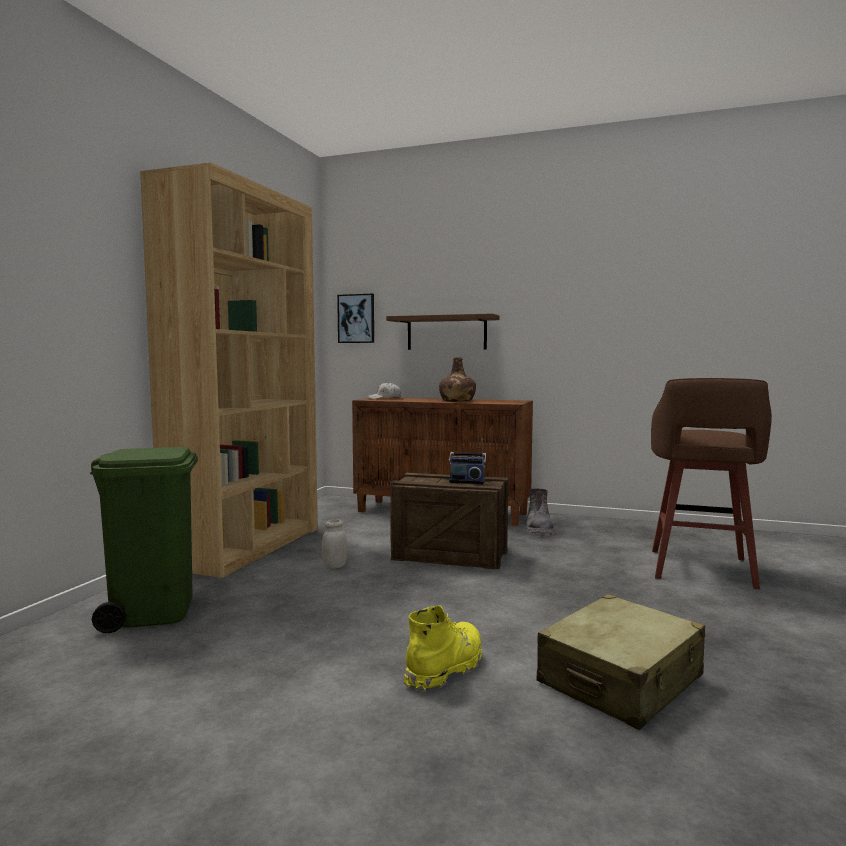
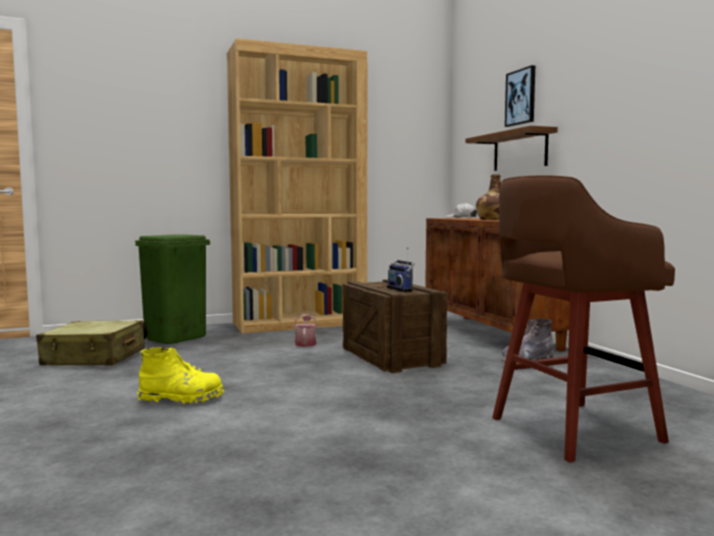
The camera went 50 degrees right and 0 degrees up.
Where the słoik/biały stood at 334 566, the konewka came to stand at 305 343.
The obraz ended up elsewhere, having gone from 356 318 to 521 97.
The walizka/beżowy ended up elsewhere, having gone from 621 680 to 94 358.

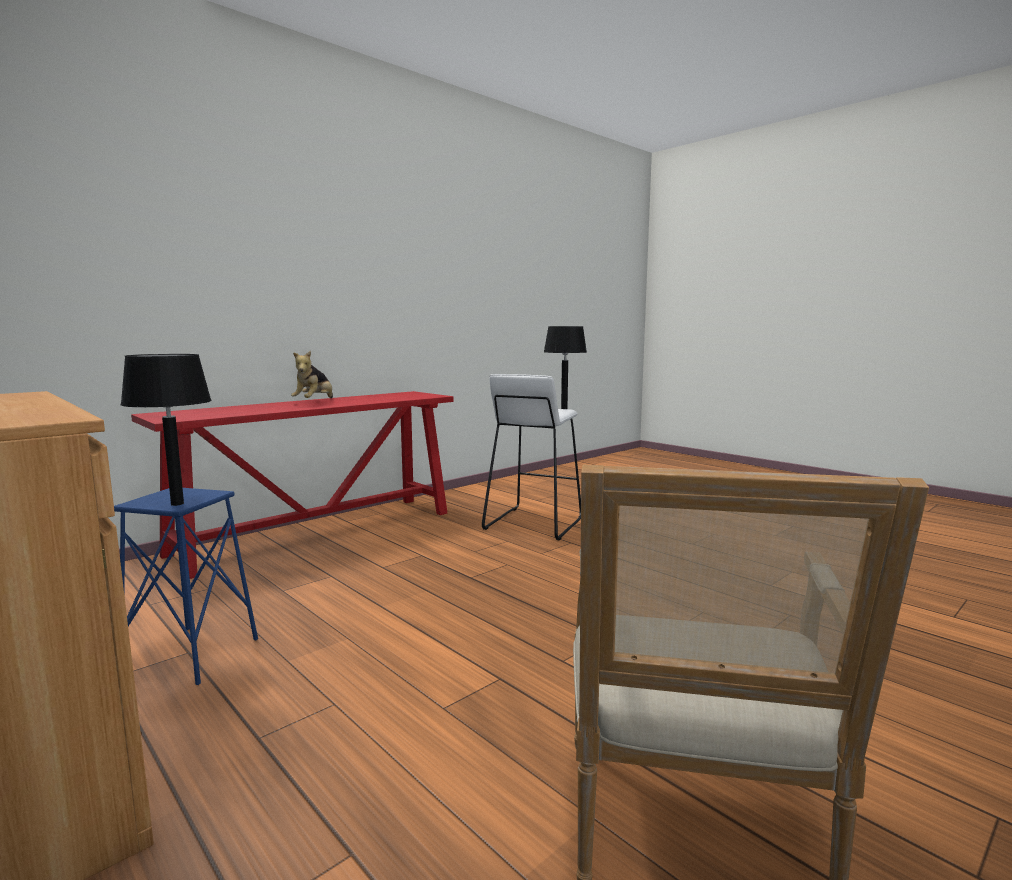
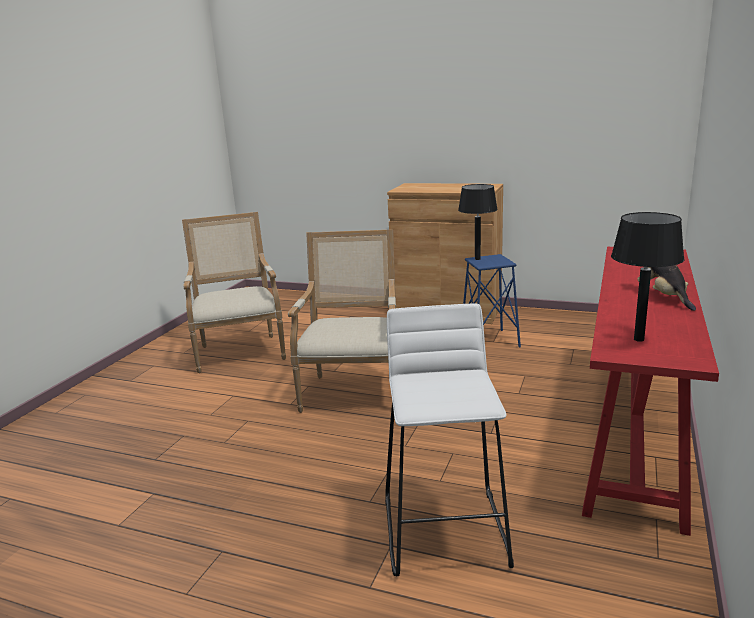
The camera went 155 degrees right and 10 degrees up.
The lampa stołowa/czarny ended up elsewhere, having gone from 564 408 to 639 339.
The second view gained the fotel at 354 391.

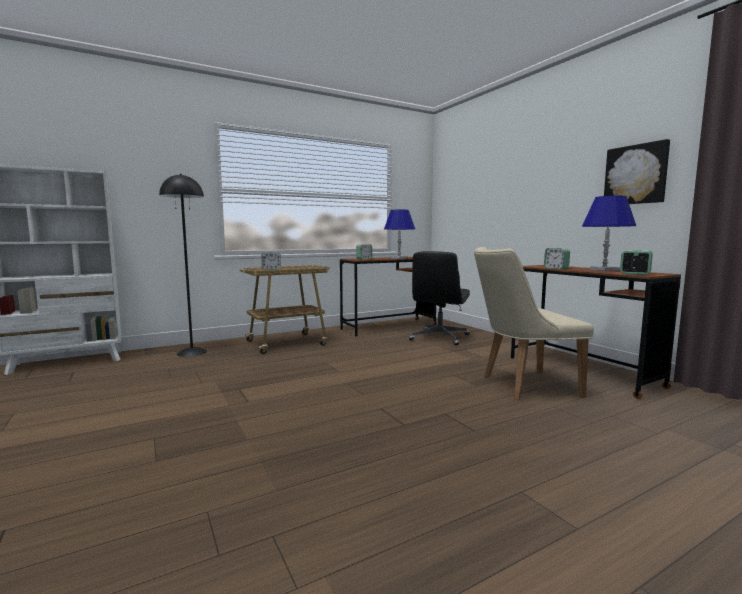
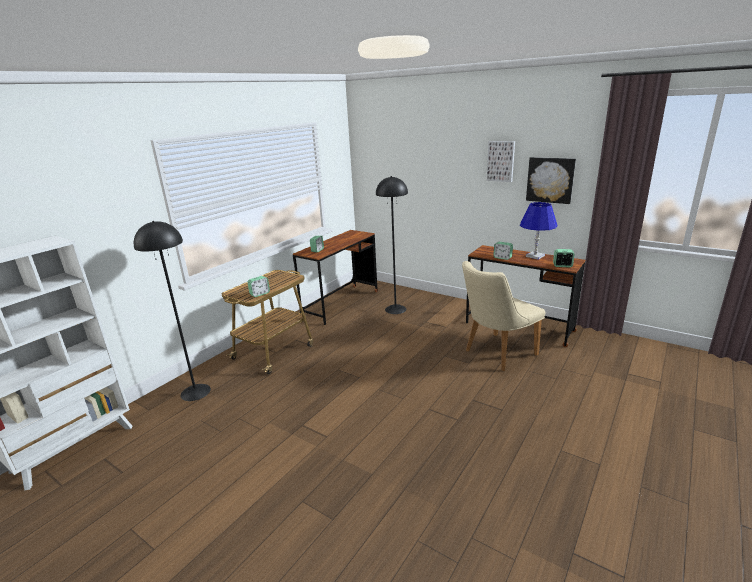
The camera went 25 degrees left and 15 degrees up.
The second view lost the lampa stołowa/niebieski at 399 258.
Where the krzesło biurowe/czarny stood at 439 337, the lampa stojąca/czarny came to stand at 395 309.
The second view gained the obraz at 501 161.

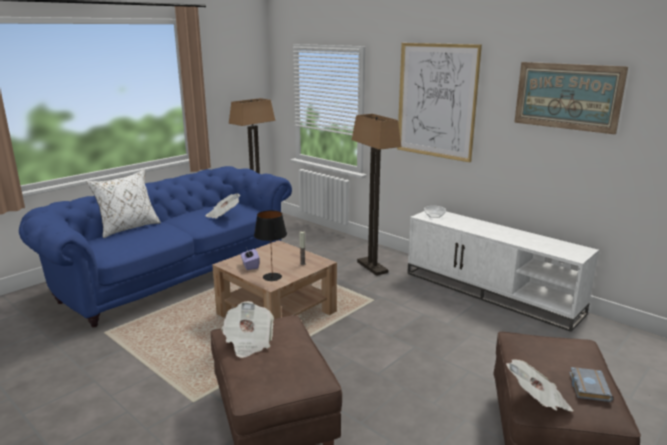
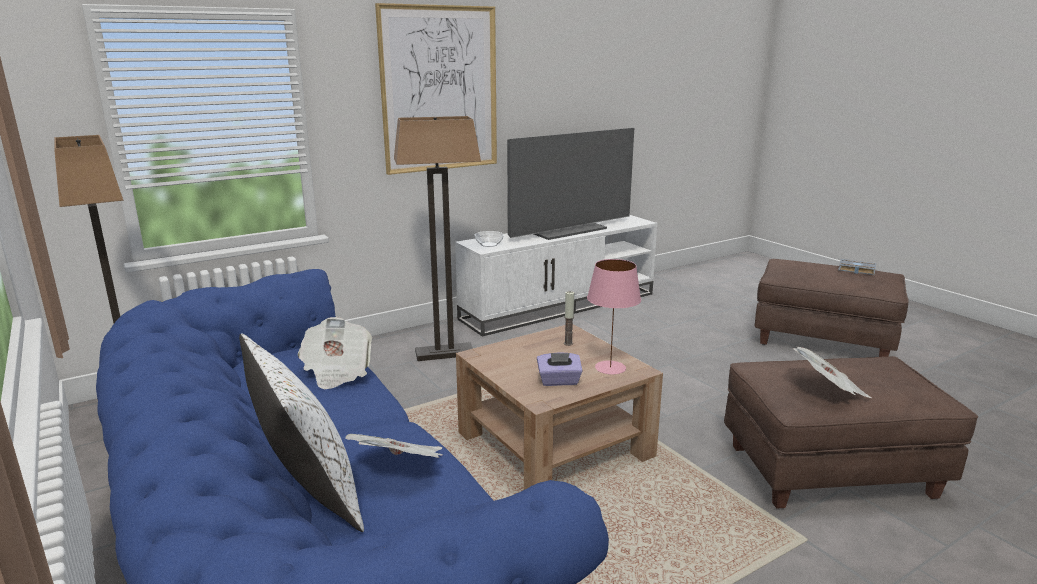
The camera went 75 degrees left and 0 degrees up.
What was the lampa stołowa/czarny at 272 277 turned into the lampa stołowa/różowy at 609 367.
The gazeta ended up elsewhere, having gone from 537 400 to 401 467.
The second view lost the obraz at 567 96.
The second view gained the telewizor at 567 230.

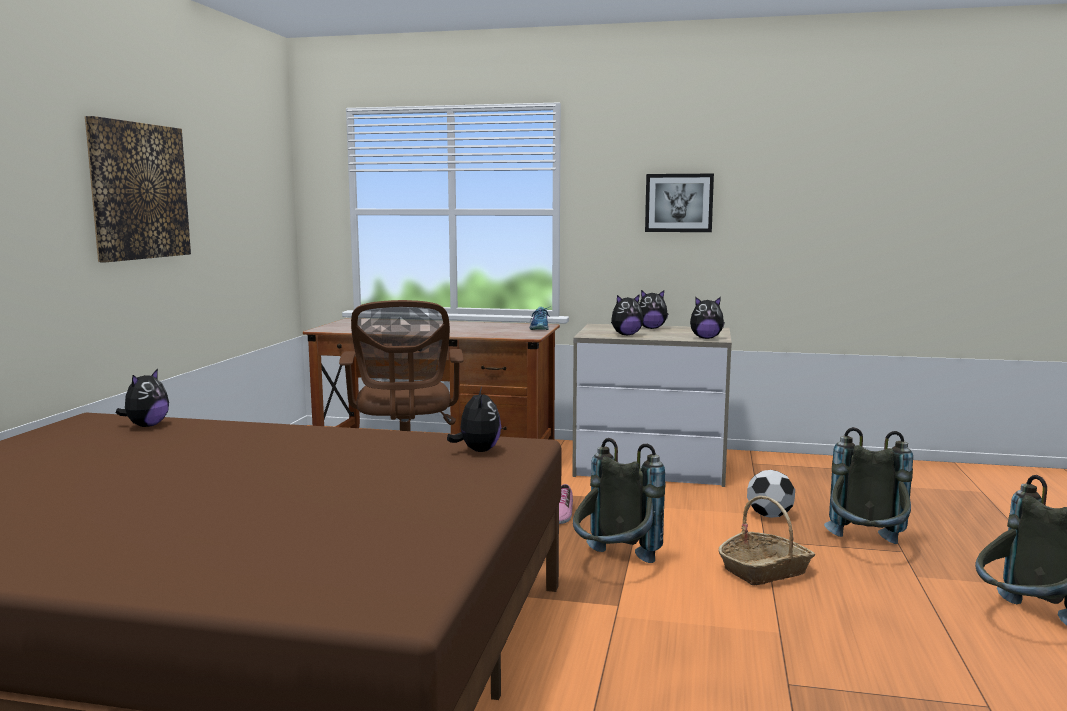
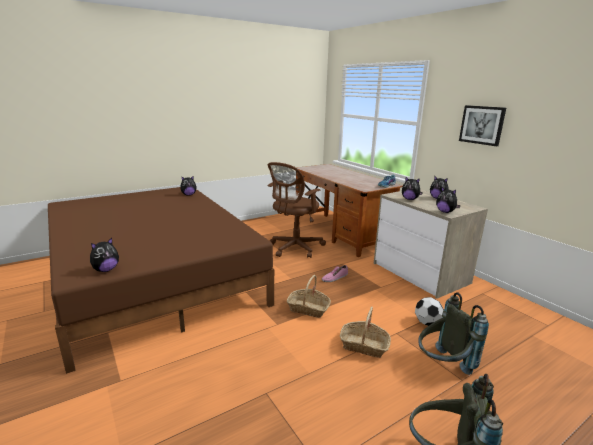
The camera went 45 degrees right and 10 degrees up.
The second view lost the obraz at 138 191.
The pluszak ended up elsewhere, having gone from 477 451 to 106 270.
Where the plecak/szary stood at 614 565, the koszyk came to stand at 308 308.

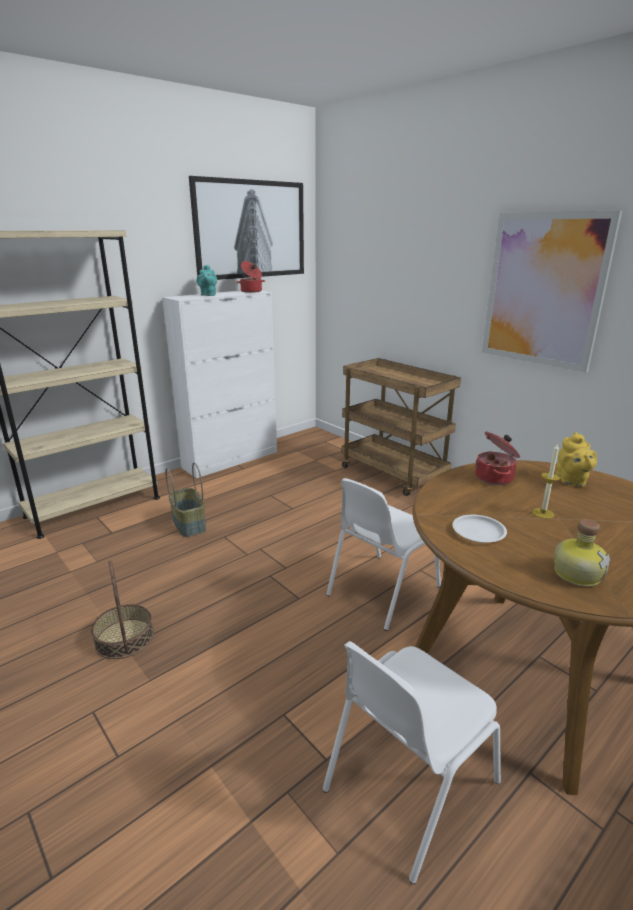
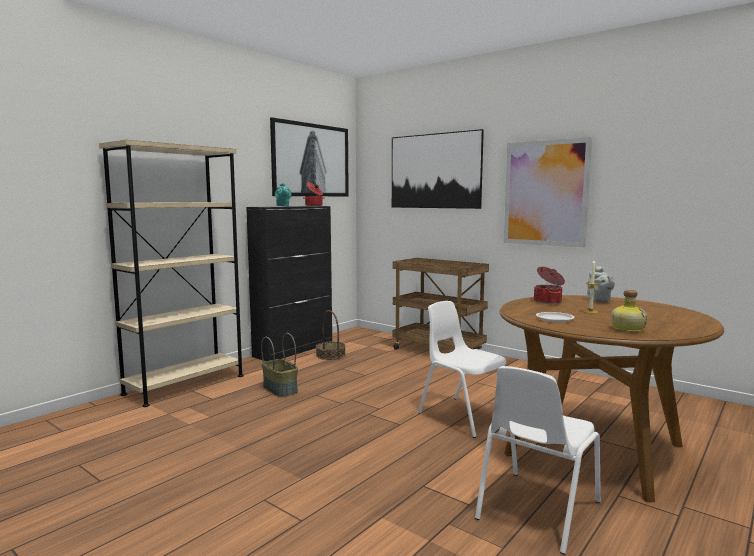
The camera went 10 degrees left and 15 degrees down.
The koszyk ended up elsewhere, having gone from 124 638 to 330 355.
What was the szafka/biały at 231 459 turned into the szafka/czarny at 294 349.
The krzesło/biały at 381 591 ended up facing another way, 105 degrees clockwise from before.
What was the imbryk/żółty at 571 481 turned into the imbryk/szary at 599 301.
The second view gained the obraz at 434 171.

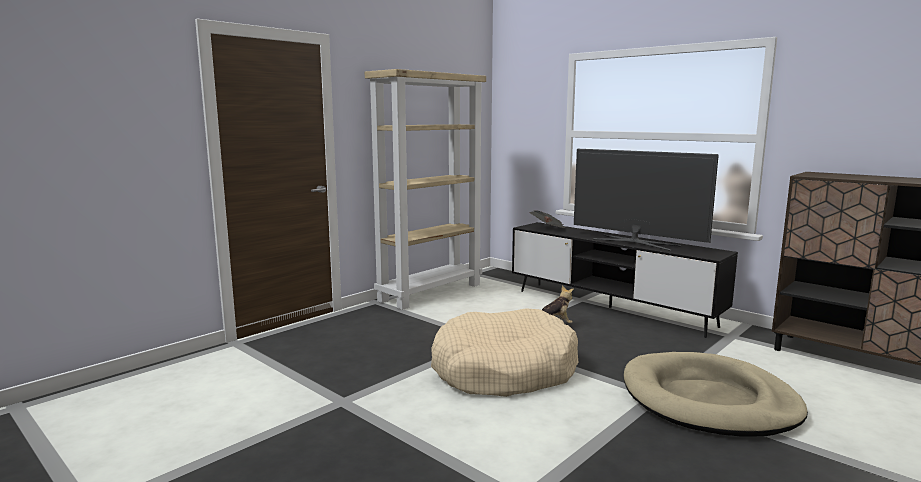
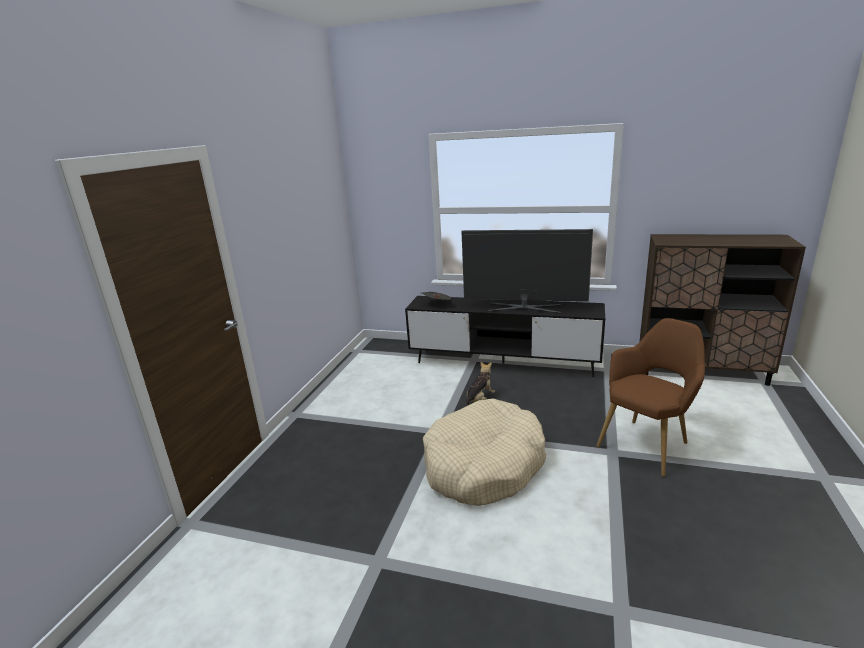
The camera went 25 degrees left and 10 degrees up.
The second view lost the regał/beżowy at 430 292.
Where the legowisko/beżowy stood at 708 400, the fotel/brązowy came to stand at 647 443.

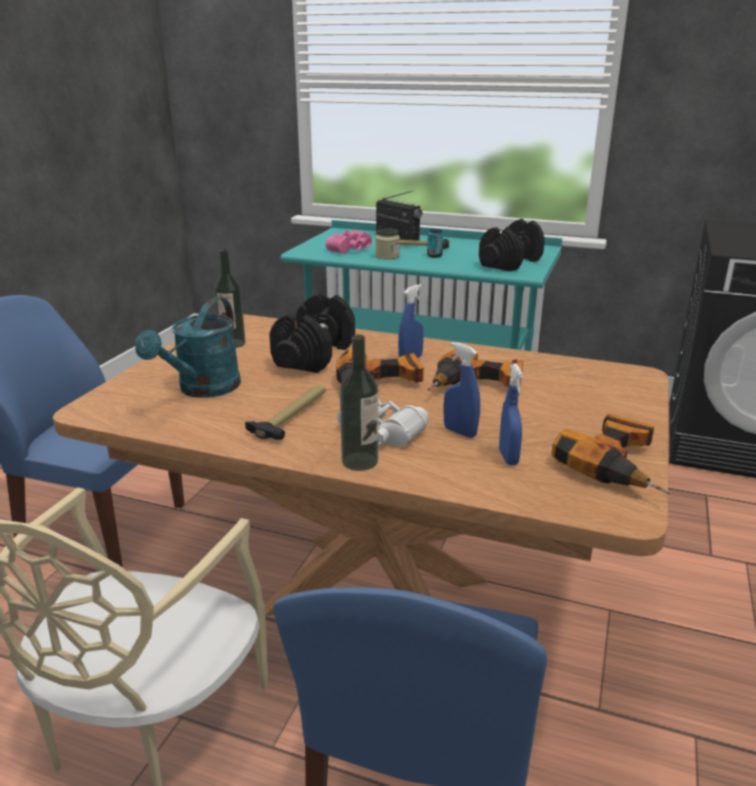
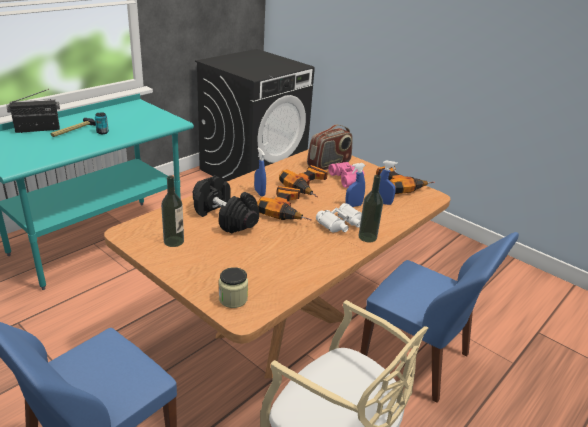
The camera went 70 degrees left and 5 degrees up.
The second view lost the konewka/turkusowy at 203 389.
The second view lost the młotek at 292 417.
The lornetka/różowy ended up elsewhere, having gone from 352 250 to 347 179.
The słoik ended up elsewhere, having gone from 387 256 to 233 299.
The second view lost the hantel/czarny at 511 263.
The second view gained the radio at 329 164.

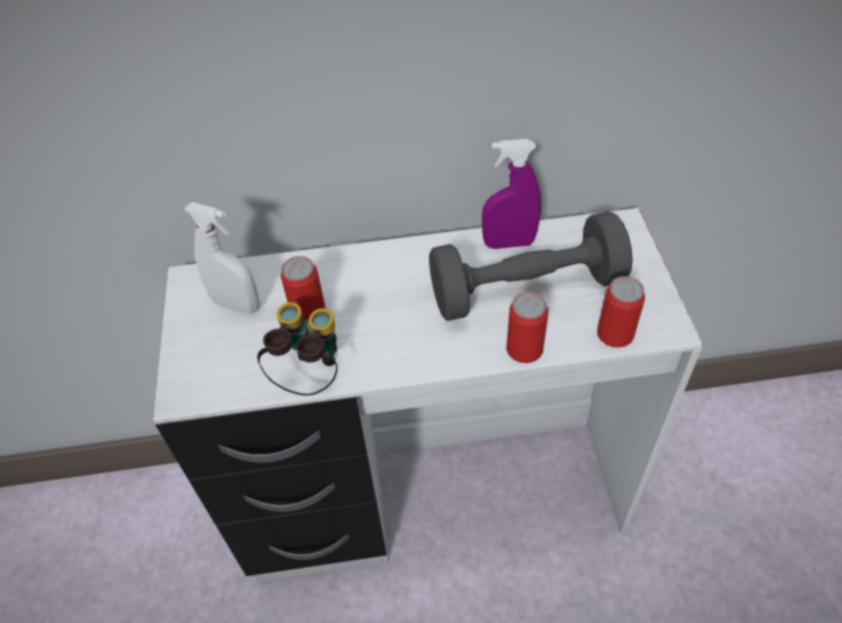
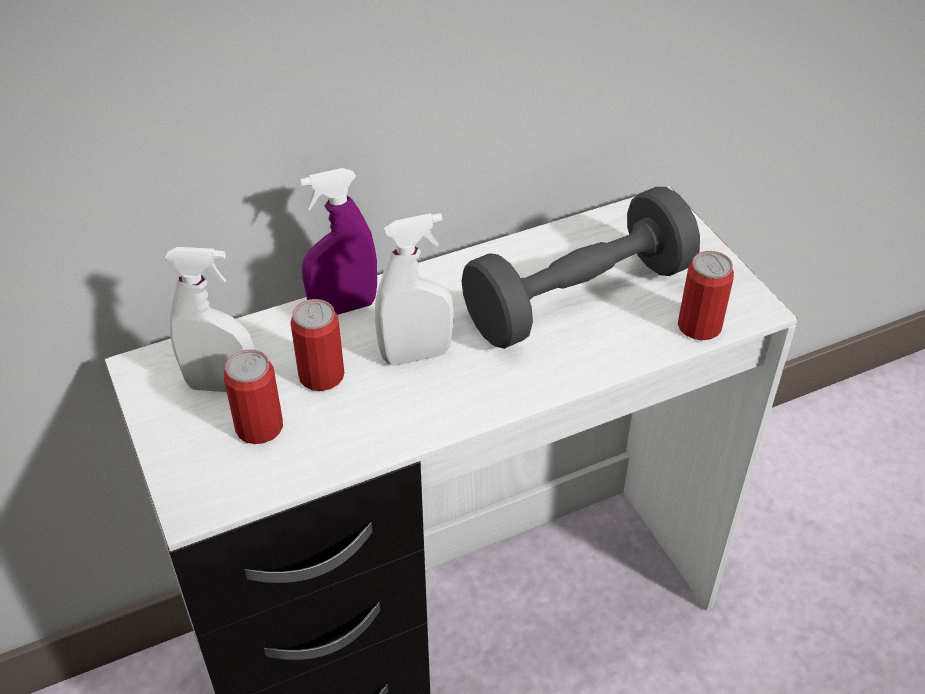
The camera went 20 degrees left and 5 degrees down.
The second view lost the lornetka at 309 377.
The spryskiwacz/fioletowy ended up elsewhere, having gone from 509 243 to 343 307.
The puszka ended up elsewhere, having gone from 524 349 to 259 427.
The second view gained the spryskiwacz/biały at 416 355.

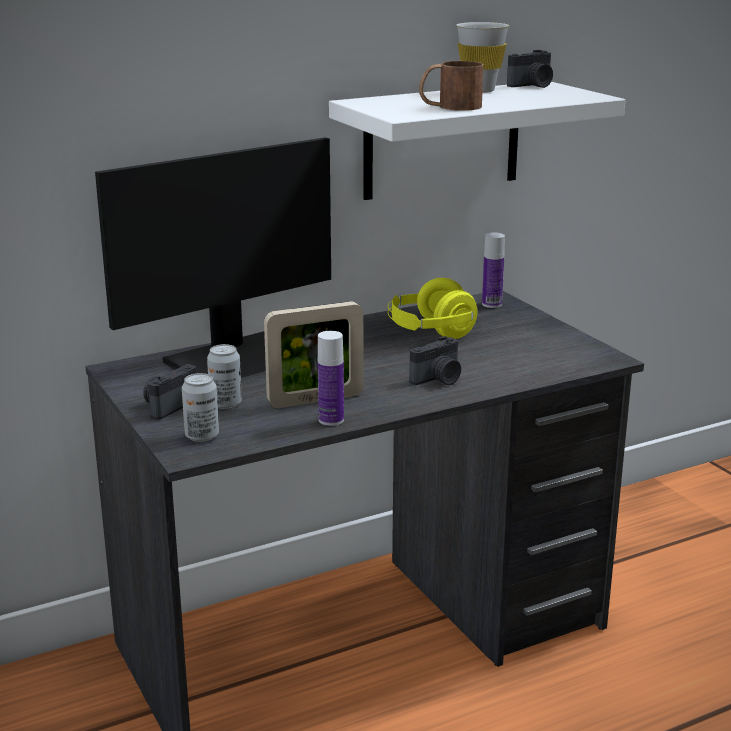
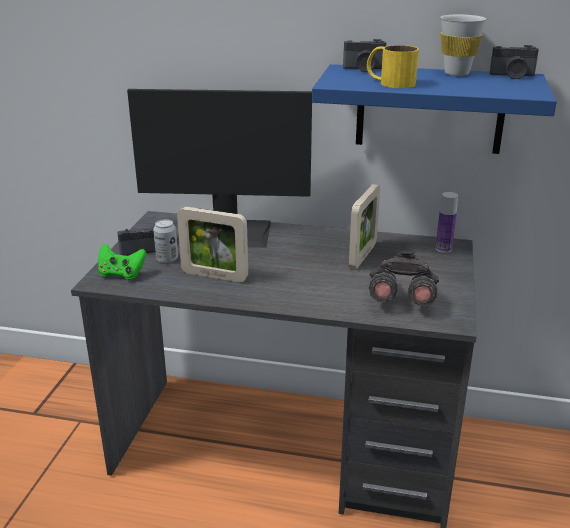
The camera went 40 degrees right and 5 degrees up.
Where the puszka stood at 202 436, the pad do gier/zielony came to stand at 121 274.
The second view lost the butelka at 331 420.
What was the półka/biały at 442 140 turned into the półka/niebieski at 429 109.
Where the słuchawki/żółty stood at 430 333, the ramka na zdjęcie came to stand at 362 255.
The aparat fotograficzny ended up elsewhere, having gone from 439 379 to 364 69.
What was the kubek/brązowy at 449 107 turned into the kubek/żółty at 389 82.
The second view gained the lornetka/szary at 400 301.

